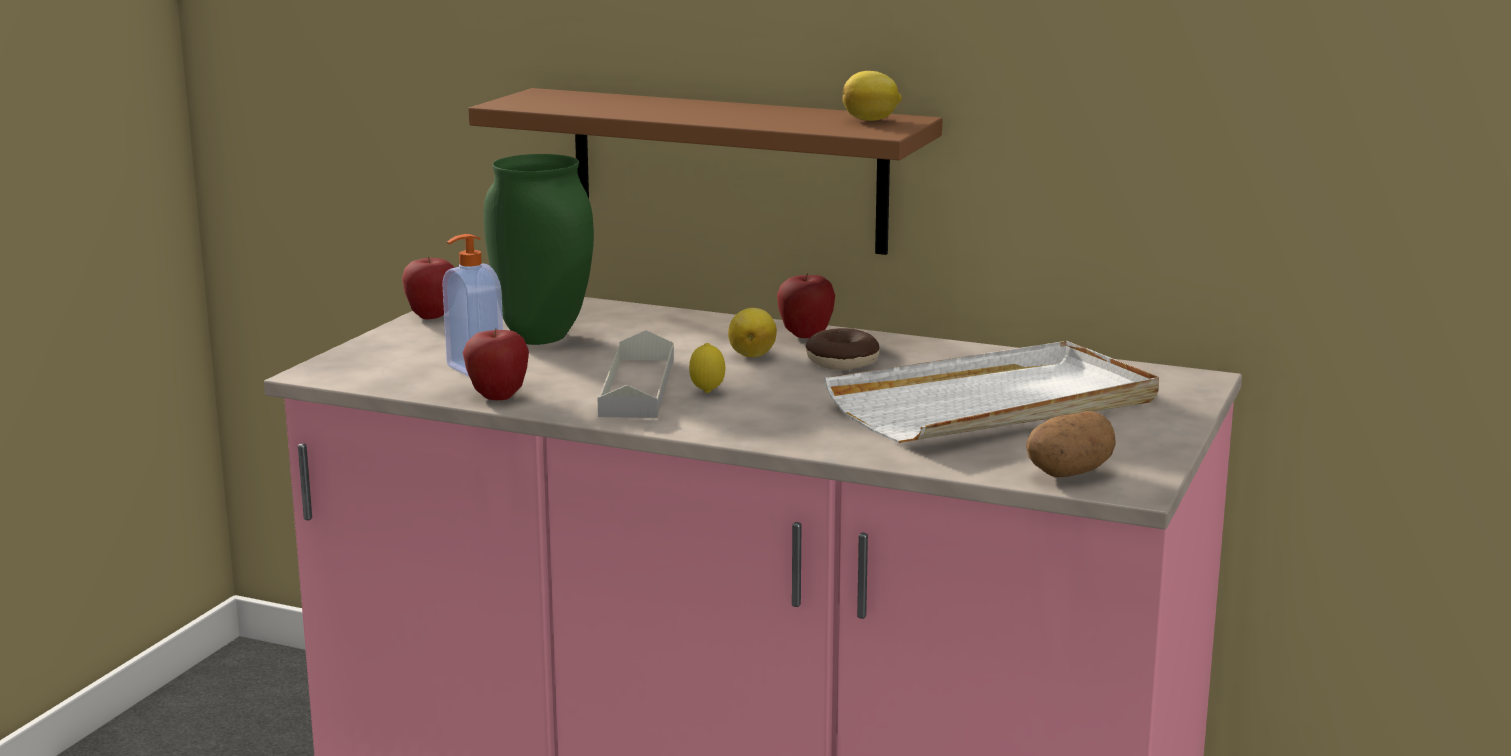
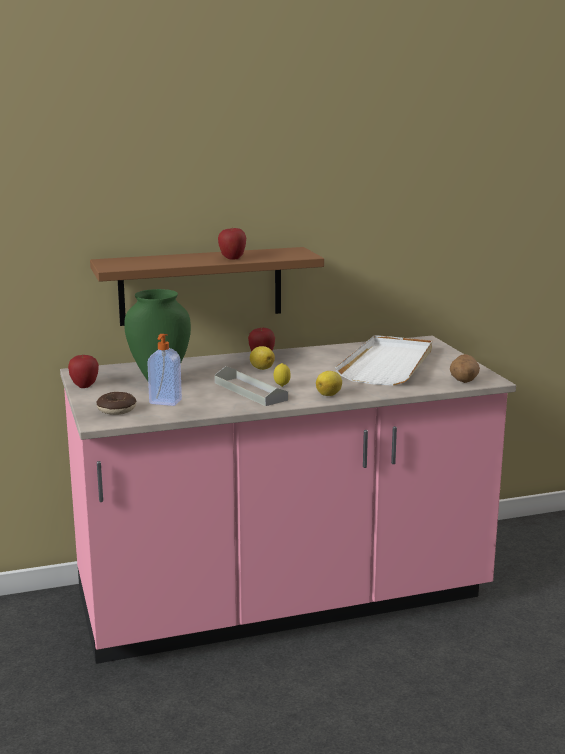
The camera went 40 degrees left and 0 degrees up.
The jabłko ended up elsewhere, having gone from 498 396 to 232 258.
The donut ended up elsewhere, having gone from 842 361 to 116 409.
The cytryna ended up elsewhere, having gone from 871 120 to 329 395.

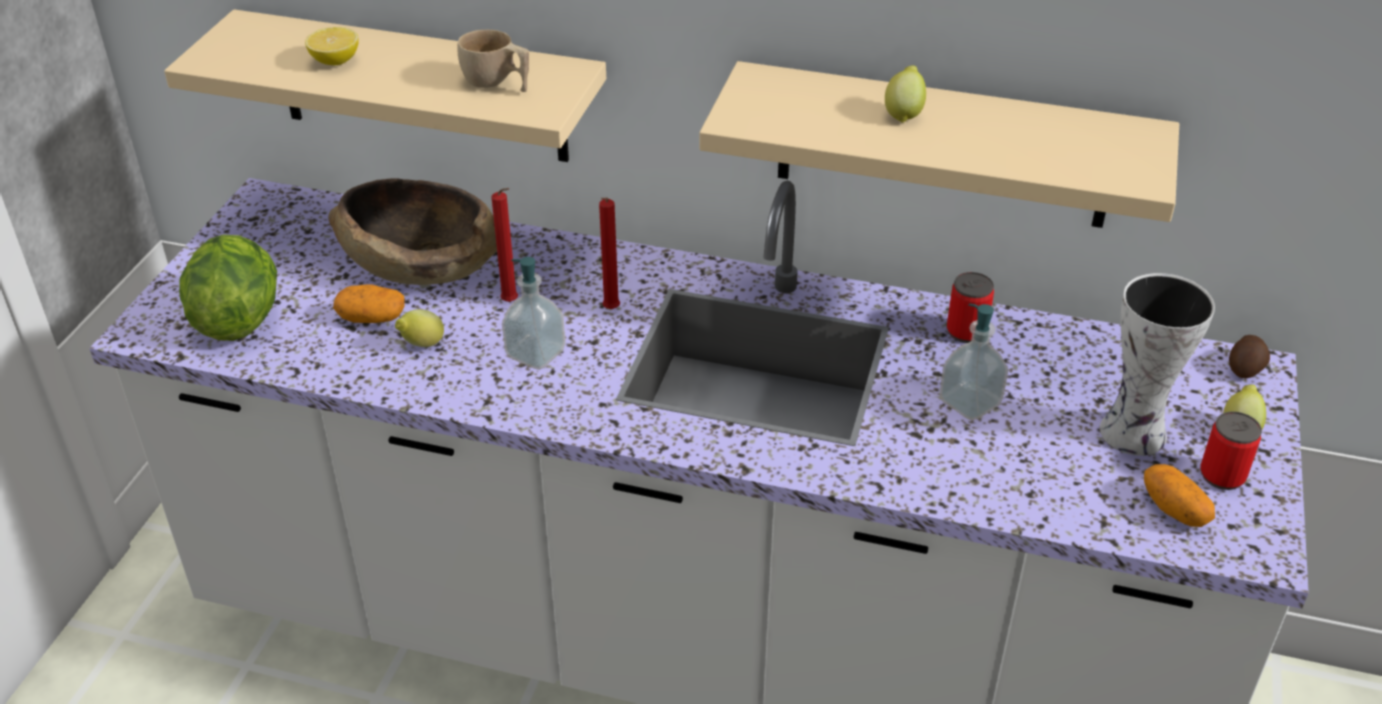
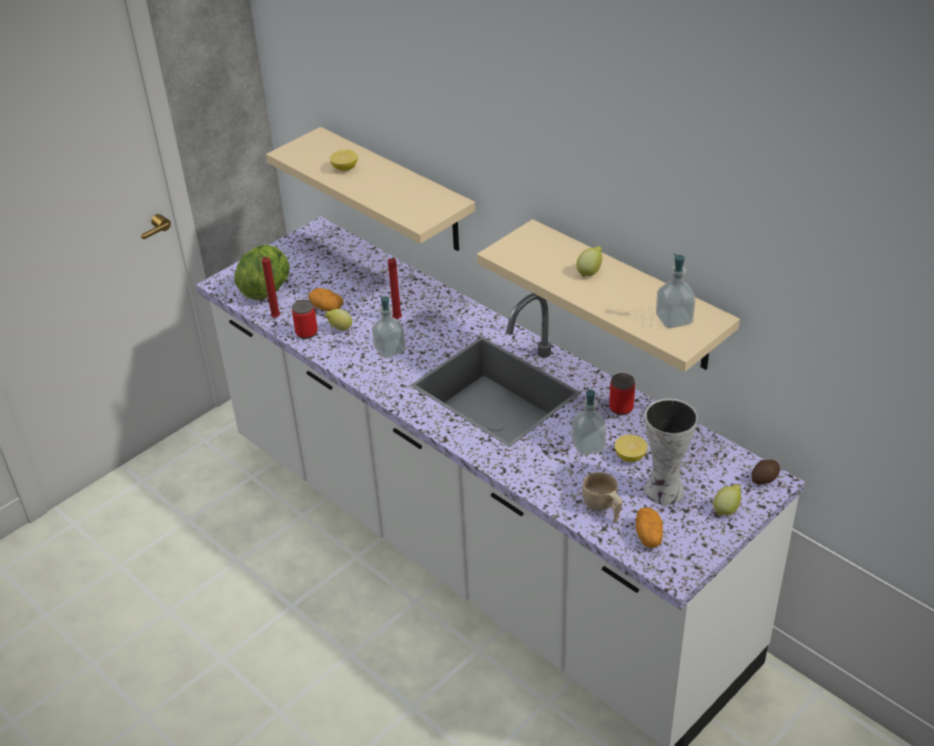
The camera went 30 degrees right and 0 degrees up.
The second view lost the miska/brązowy at 421 263.
The filiżanka/beżowy ended up elsewhere, having gone from 497 84 to 602 508.
The świeca/czerwony ended up elsewhere, having gone from 610 311 to 274 318.
The puszka ended up elsewhere, having gone from 1222 475 to 306 332.
The second view gained the cytryna at 630 456.
The second view gained the dozownik mydła at 674 319.

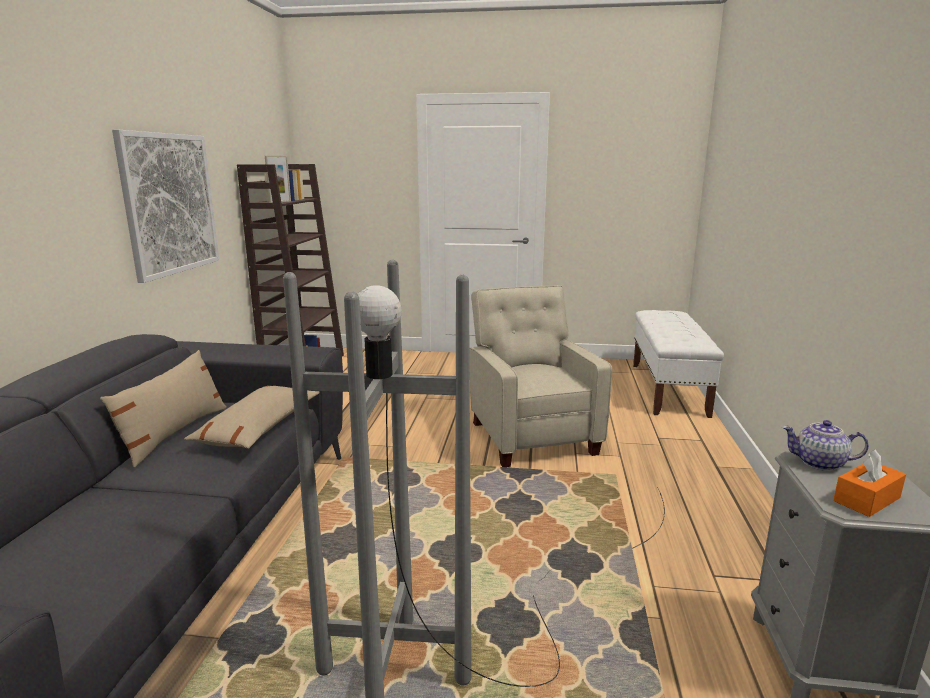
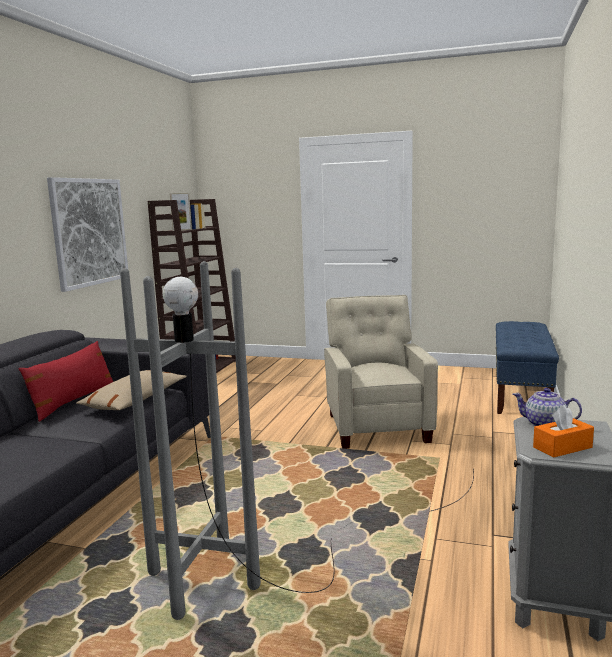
The camera went 10 degrees right and 5 degrees down.
What was the poduszka/beżowy at 174 433 turned into the poduszka/czerwony at 73 402.
What was the ławka/biały at 668 389 turned into the ławka/niebieski at 521 393.

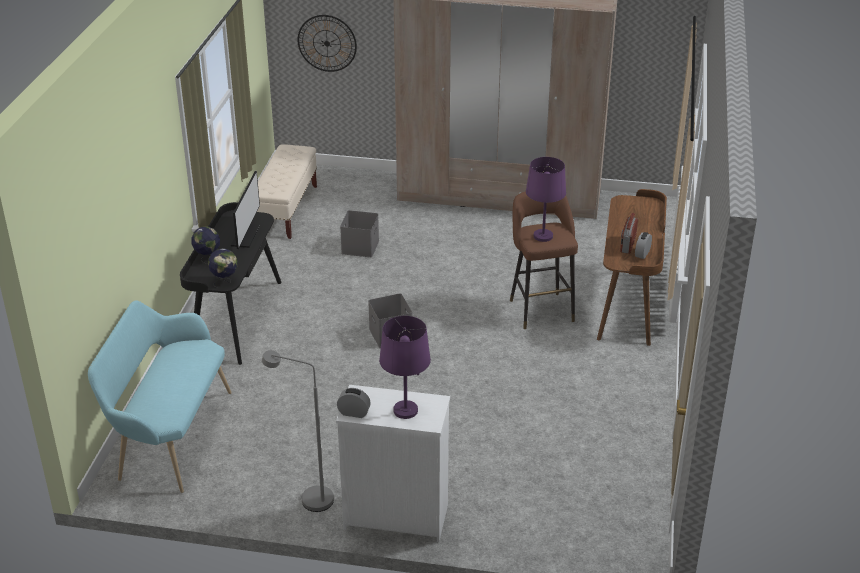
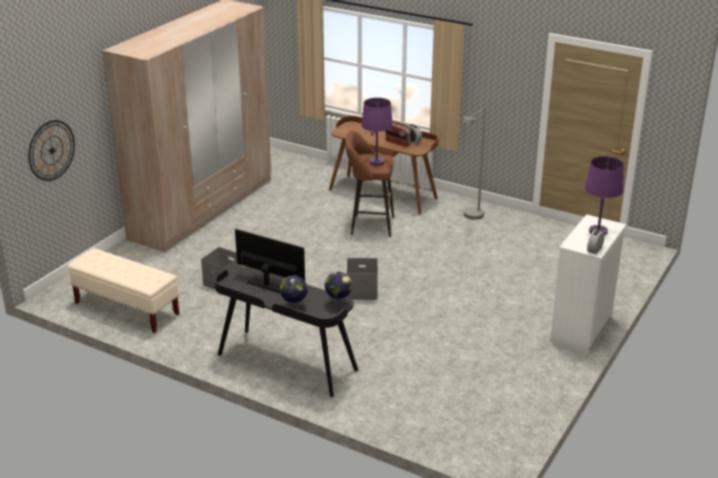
The camera went 70 degrees left and 5 degrees down.
The second view lost the ławka/turkusowy at 169 436.
The lampa stojąca/szary ended up elsewhere, having gone from 308 499 to 471 217.

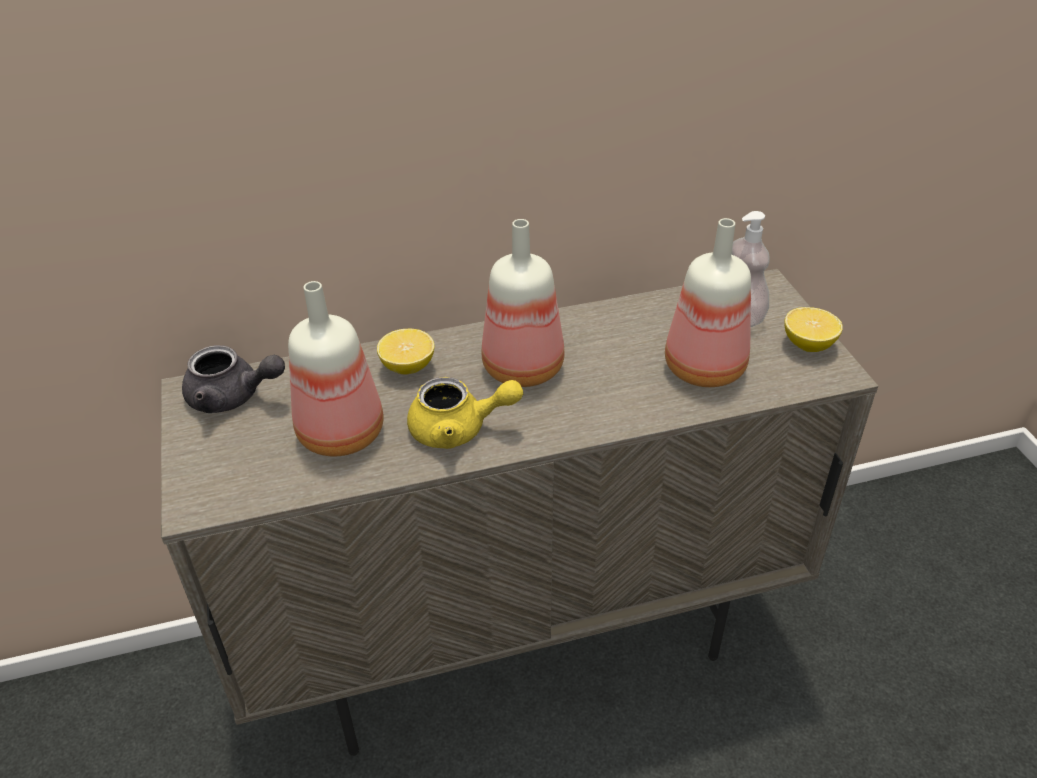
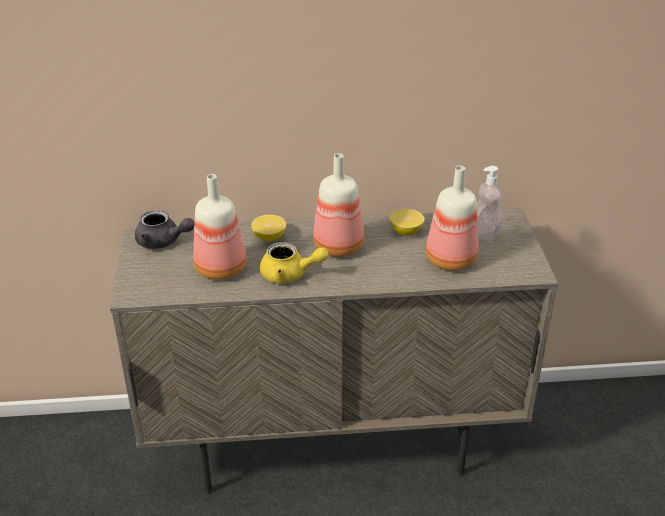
The camera went 10 degrees right and 5 degrees down.
The cytryna ended up elsewhere, having gone from 808 344 to 406 231.

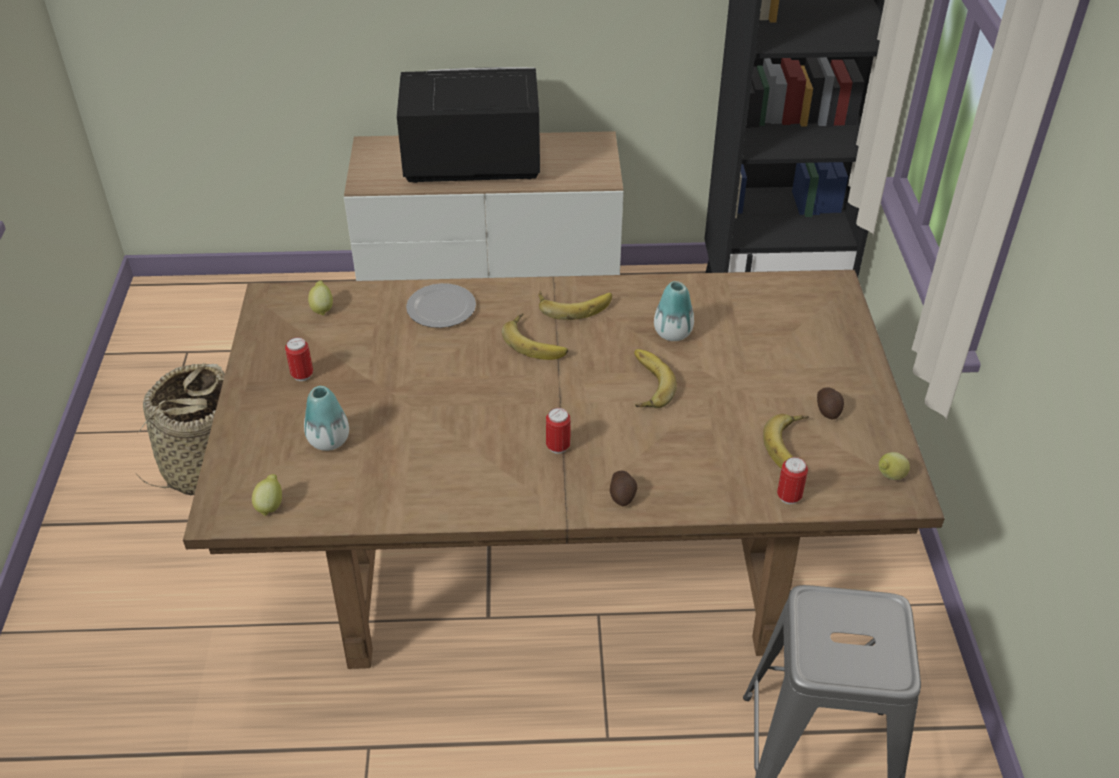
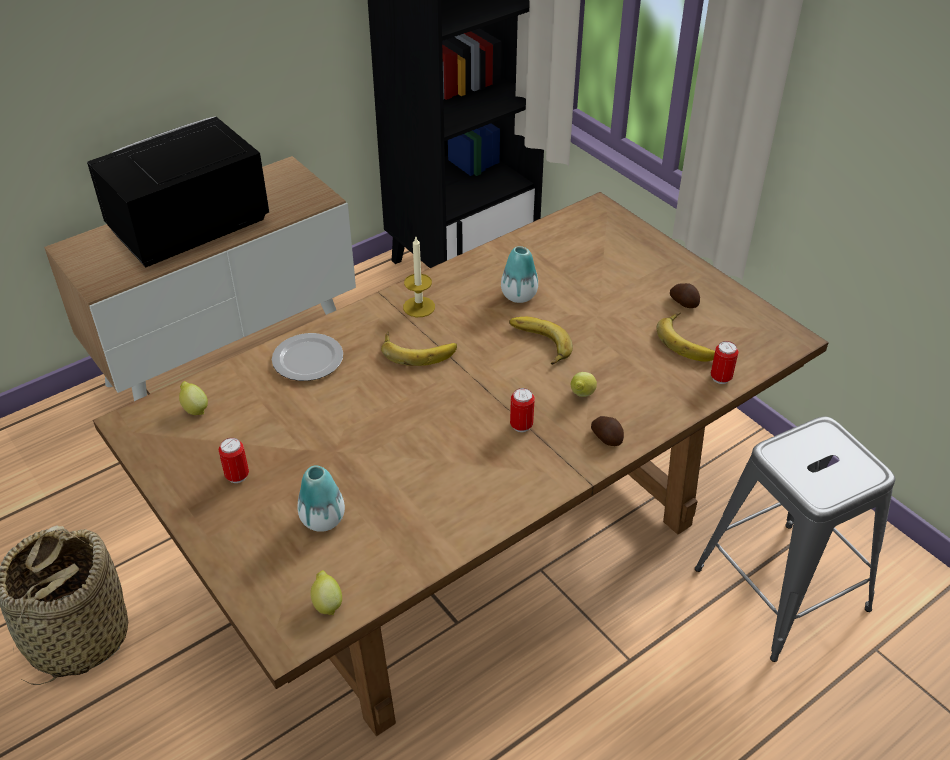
The camera went 35 degrees left and 0 degrees up.
Where the banan stood at 574 304, the świeca came to stand at 419 307.
The cytryna ended up elsewhere, having gone from 889 477 to 581 395.

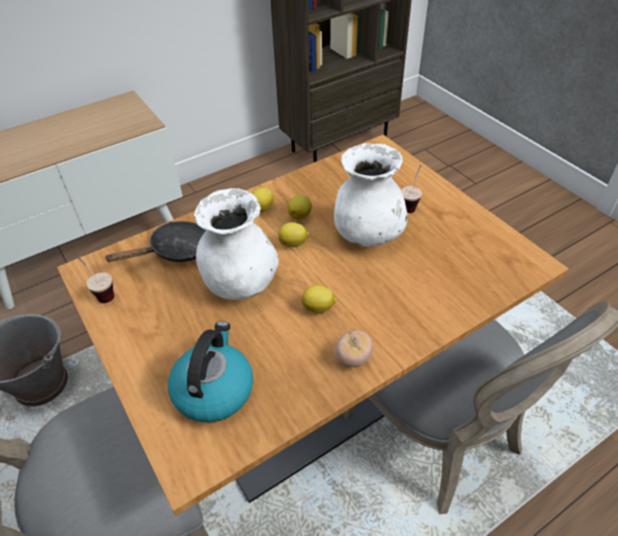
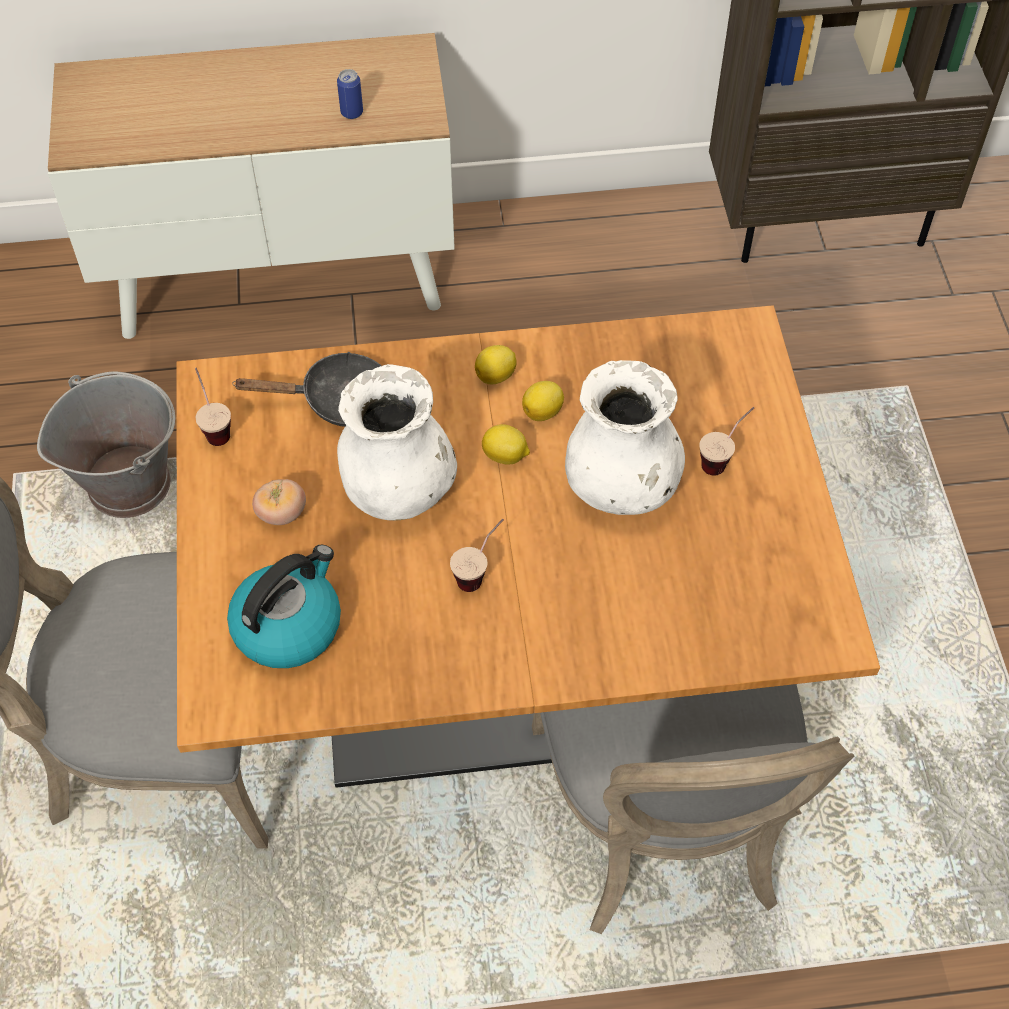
The camera went 25 degrees right and 10 degrees up.
Where the cytryna stood at 319 308, the filiżanka came to stand at 480 572.
The pomidor ended up elsewhere, having gone from 353 358 to 282 514.
The second view gained the puszka at 352 113.

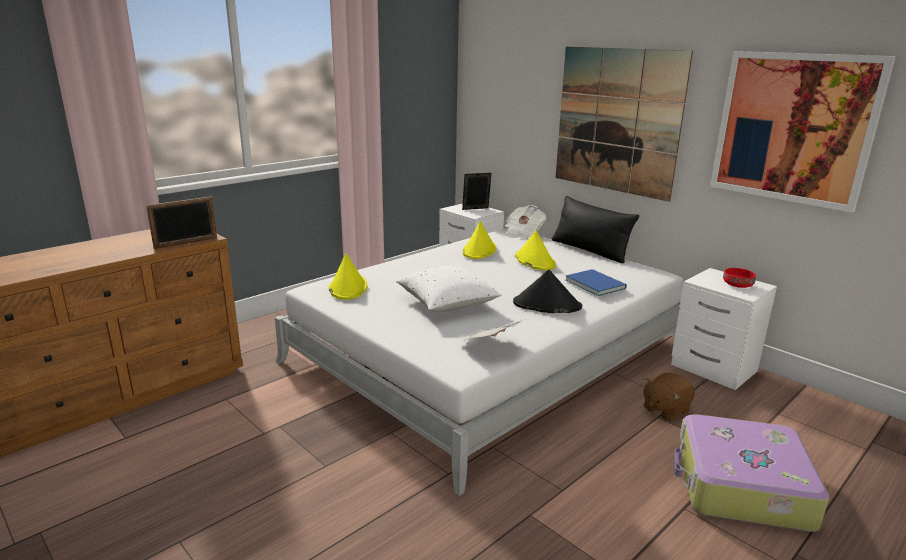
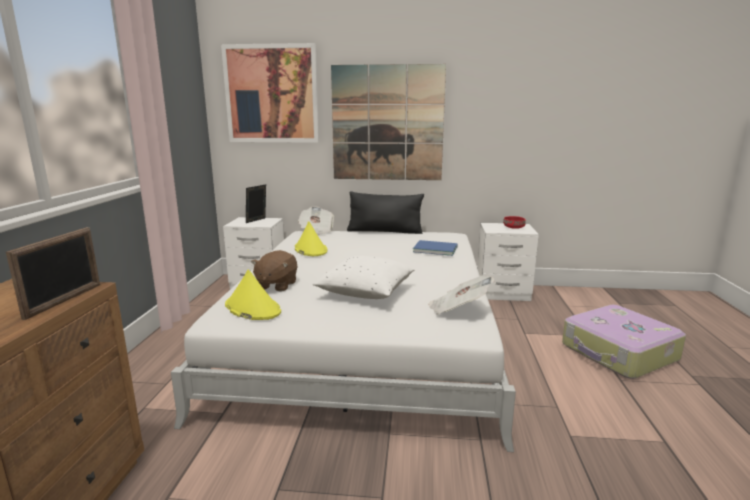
The camera went 40 degrees left and 5 degrees down.
The second view lost the kapelusz/czarny at 546 305.
The second view lost the kapelusz/żółty at 534 261.
The pluszak/brązowy ended up elsewhere, having gone from 665 409 to 276 285.
The obraz ended up elsewhere, having gone from 793 128 to 272 94.

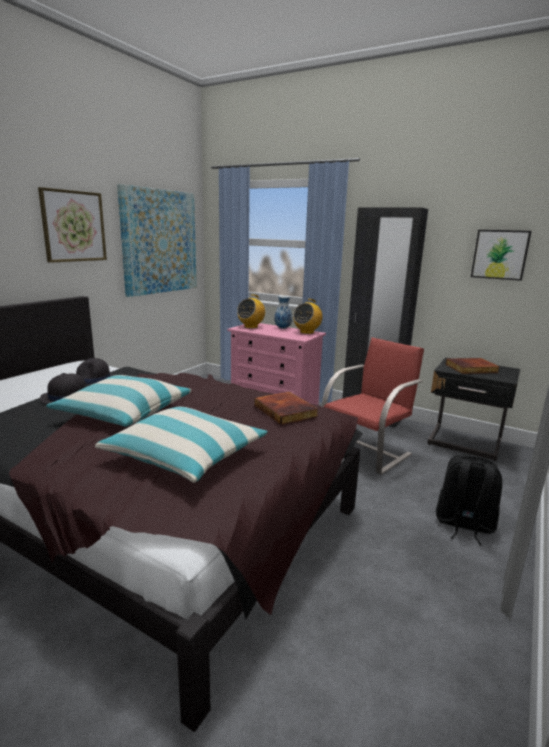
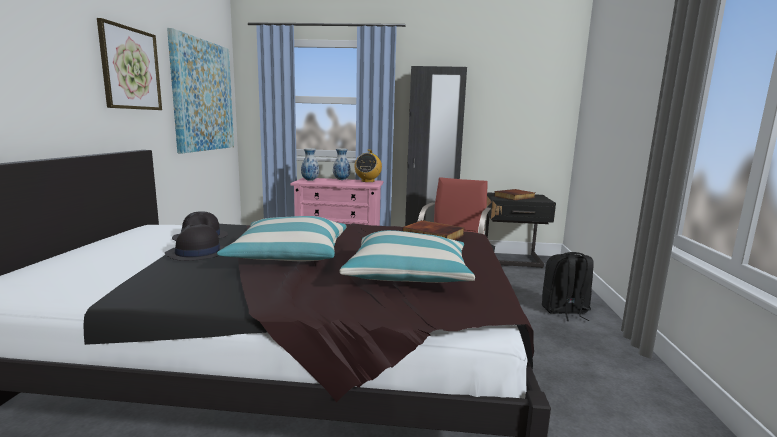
The camera went 25 degrees left and 5 degrees down.
Where the radio stood at 251 326, the wazon came to stand at 310 180.
The second view lost the obraz at 500 254.

